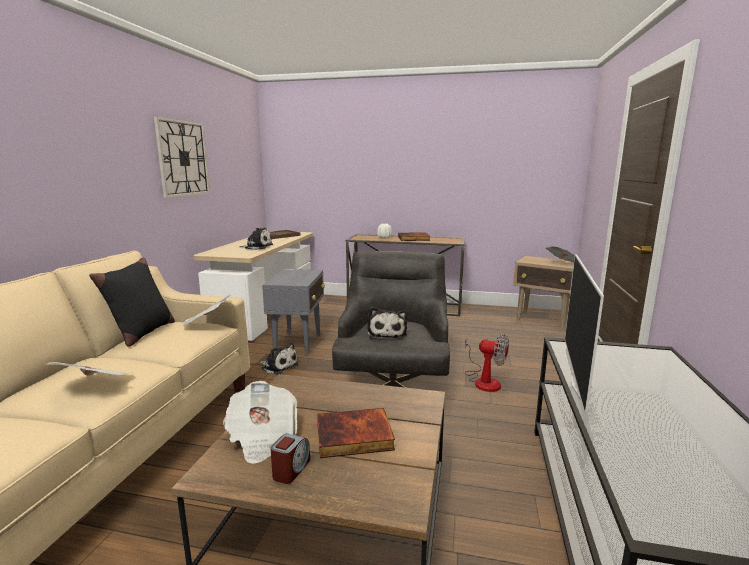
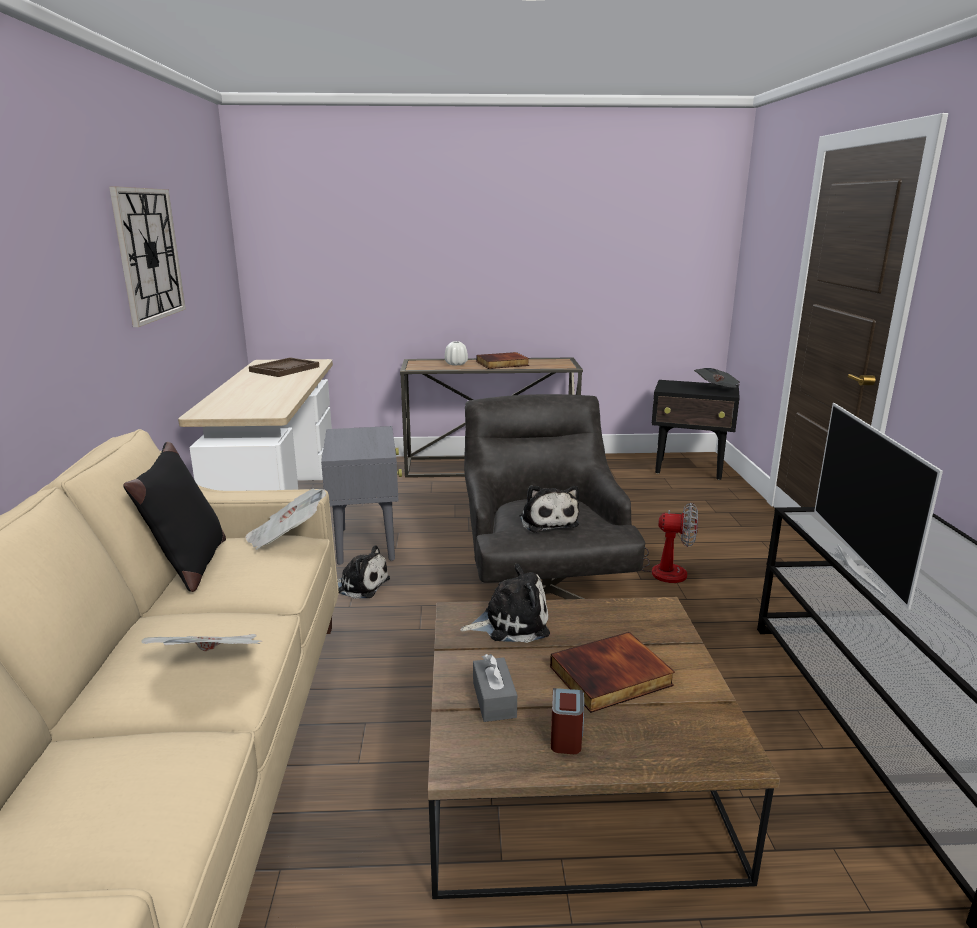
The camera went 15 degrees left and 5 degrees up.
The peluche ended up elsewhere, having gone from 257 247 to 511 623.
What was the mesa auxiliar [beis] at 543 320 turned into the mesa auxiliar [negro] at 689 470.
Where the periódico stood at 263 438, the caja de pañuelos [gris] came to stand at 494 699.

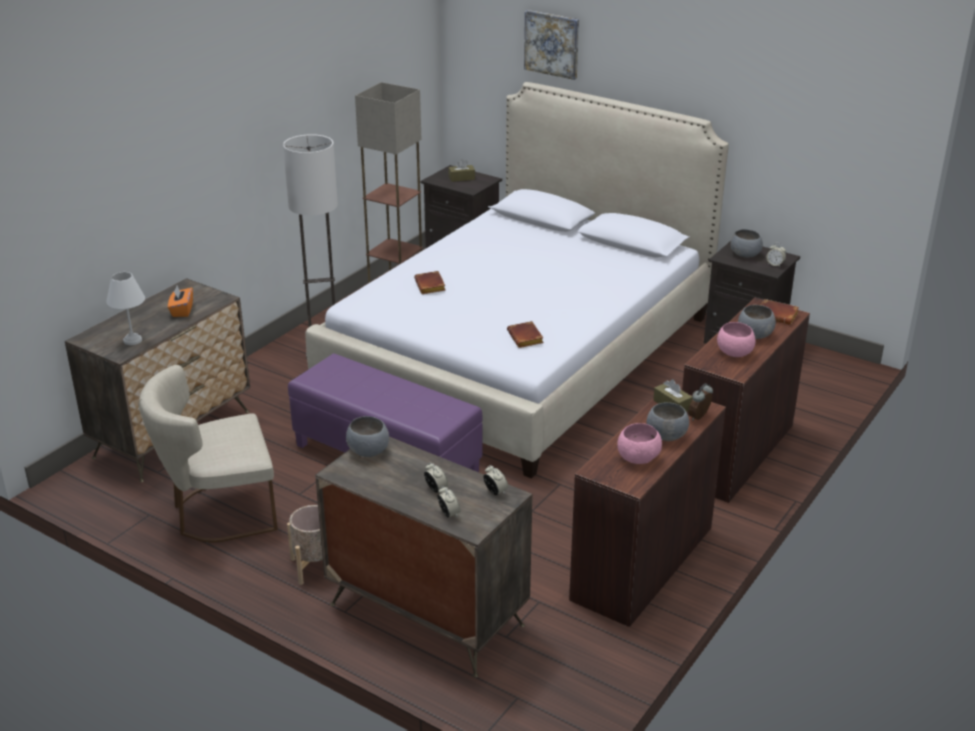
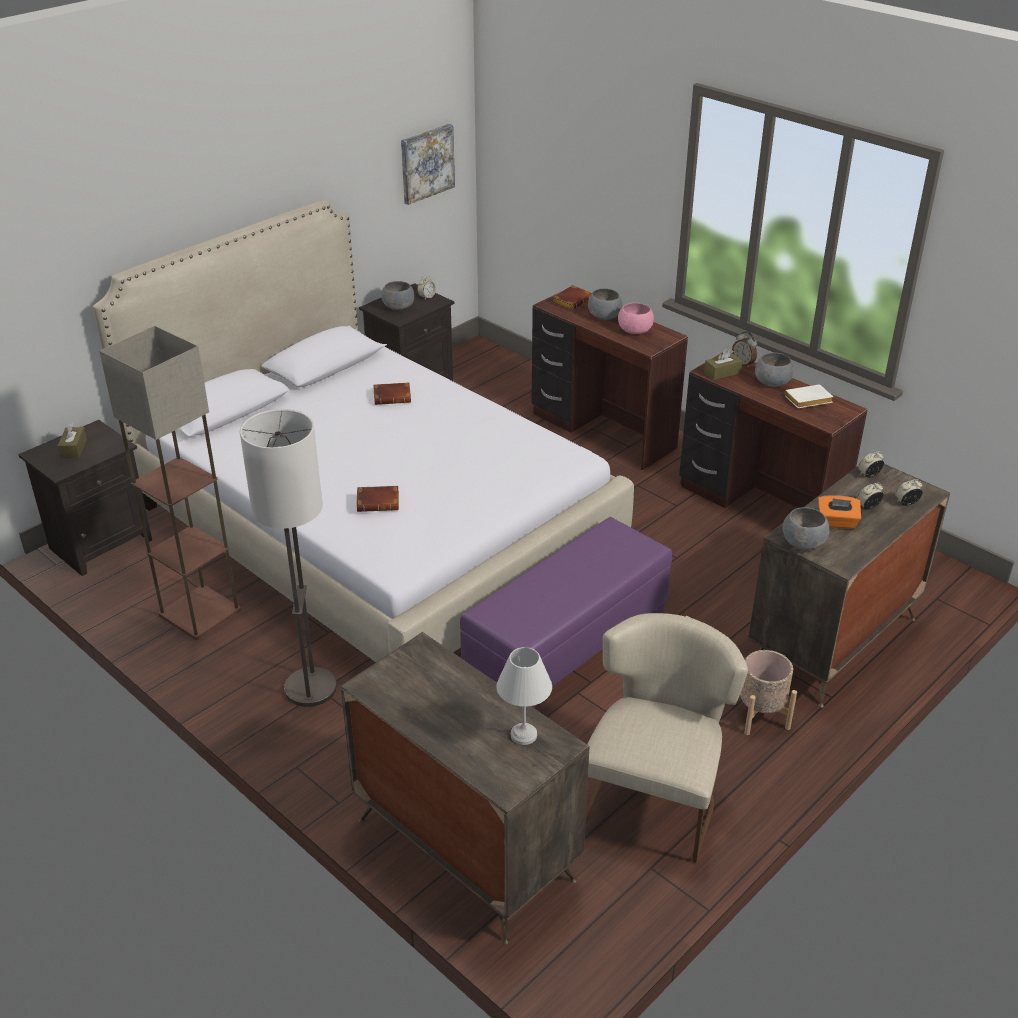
The camera went 80 degrees left and 5 degrees up.
The cuadro ended up elsewhere, having gone from 552 44 to 426 163.
The caja de pañuelos [naranja] ended up elsewhere, having gone from 182 311 to 836 522.
The libro [marrón] ended up elsewhere, having gone from 526 338 to 393 397.
The silla [beis] at 218 513 ended up facing another way, 150 degrees counterclockwise from before.
Where the cuenco [rosa] stood at 637 458, the libro [blanco] came to stand at 807 401.

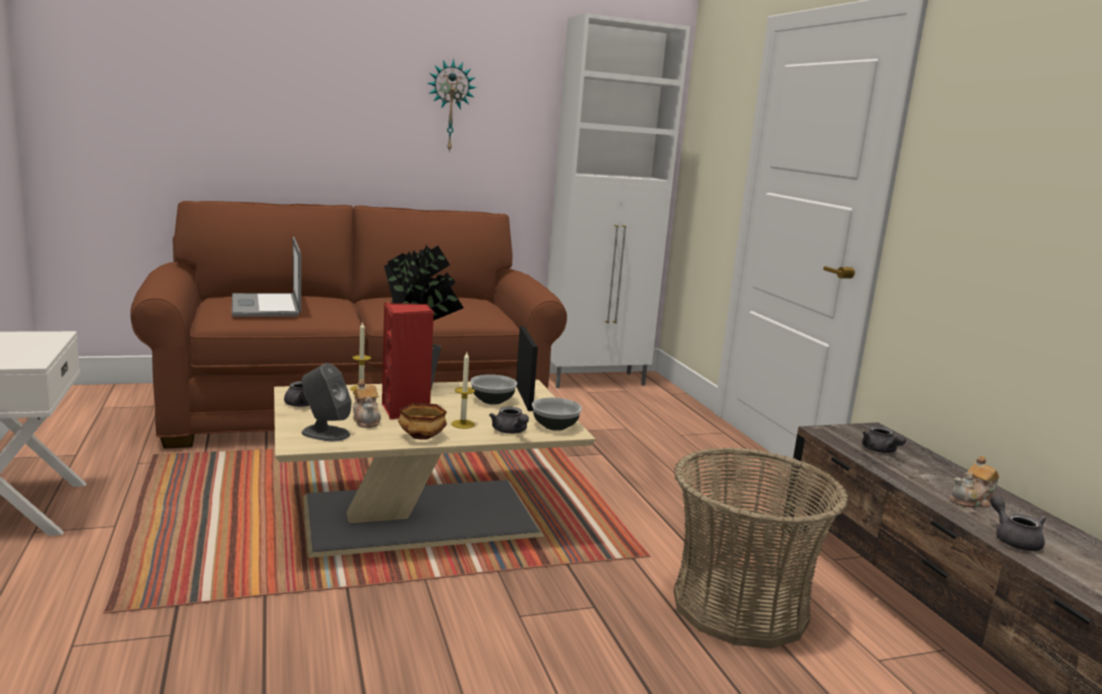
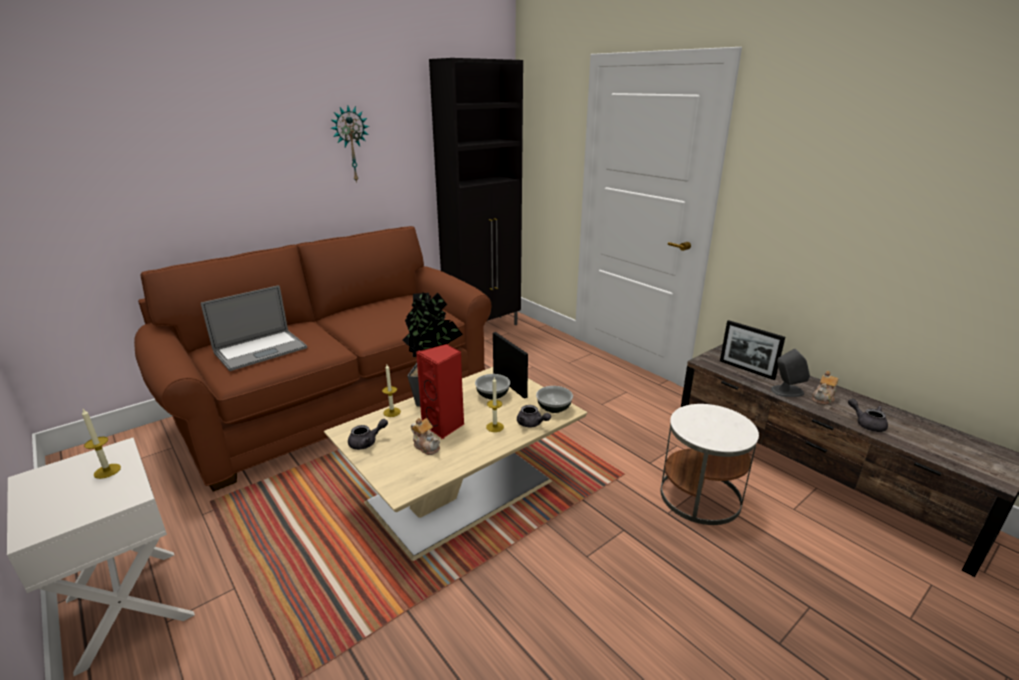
The camera went 20 degrees left and 10 degrees up.
What was the armario [blanco] at 596 380 turned into the armario [negro] at 484 328.
The portátil at 265 306 ended up facing another way, 90 degrees counterclockwise from before.
The altavoz [gris] ended up elsewhere, having gone from 325 433 to 786 391.
The second view lost the cuenco at 422 437.
Where the tetera [gris] stood at 880 451, the portarretratos came to stand at 746 370.
Where the cesta stood at 740 607, the mesa auxiliar [blanco] came to stand at 700 496.
The second view gained the vela at 107 471.

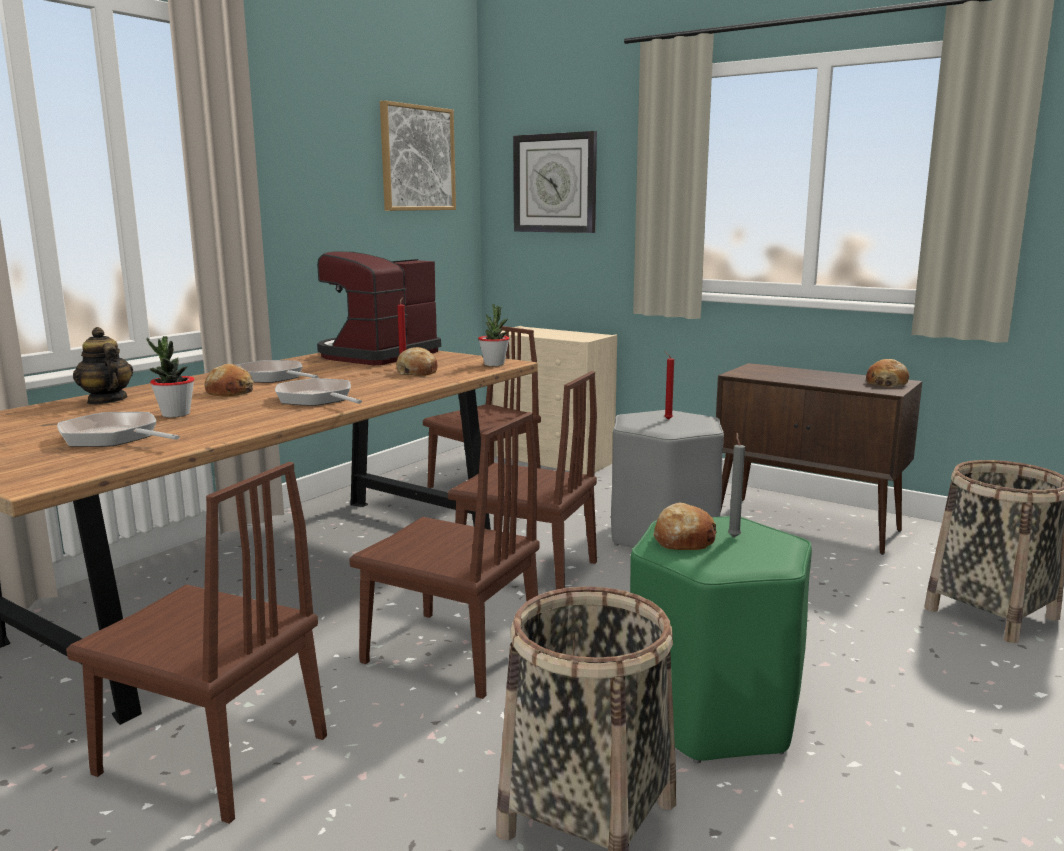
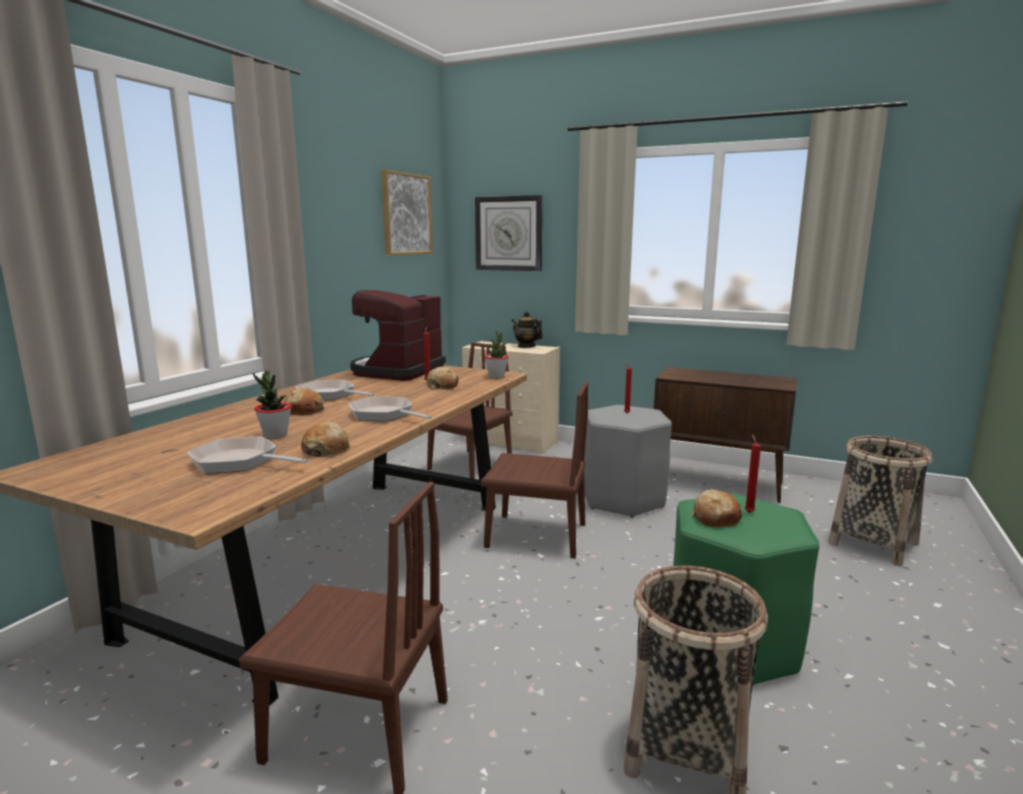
The camera went 10 degrees left and 0 degrees up.
The tetera ended up elsewhere, having gone from 106 400 to 526 346.
The pan ended up elsewhere, having gone from 886 383 to 326 450.
The second view lost the silla [marrón] at 451 652.
What was the vela [gris] at 733 536 turned into the vela [rojo] at 748 512.

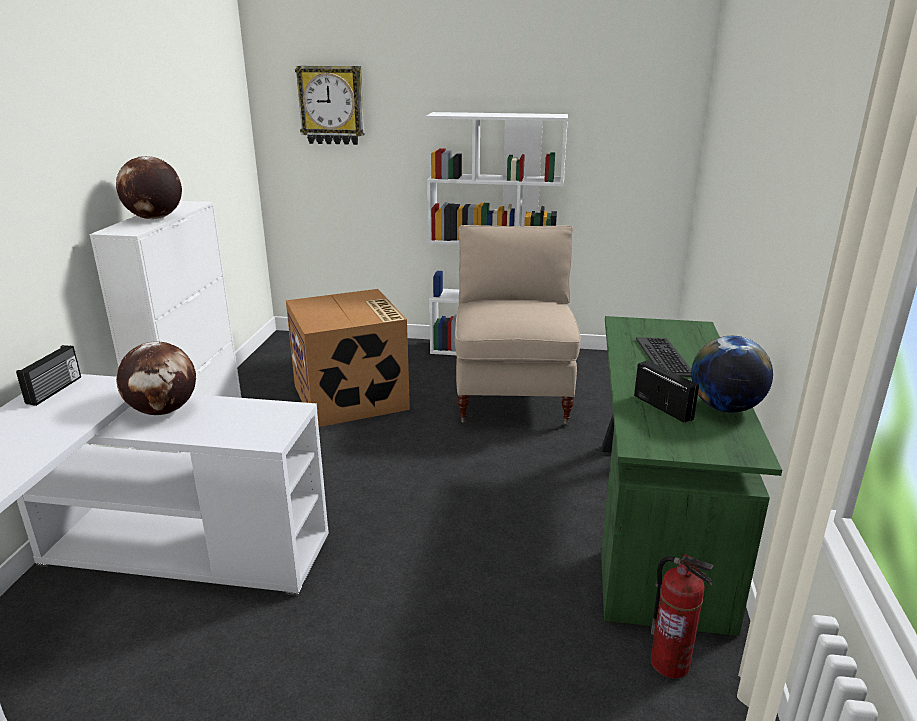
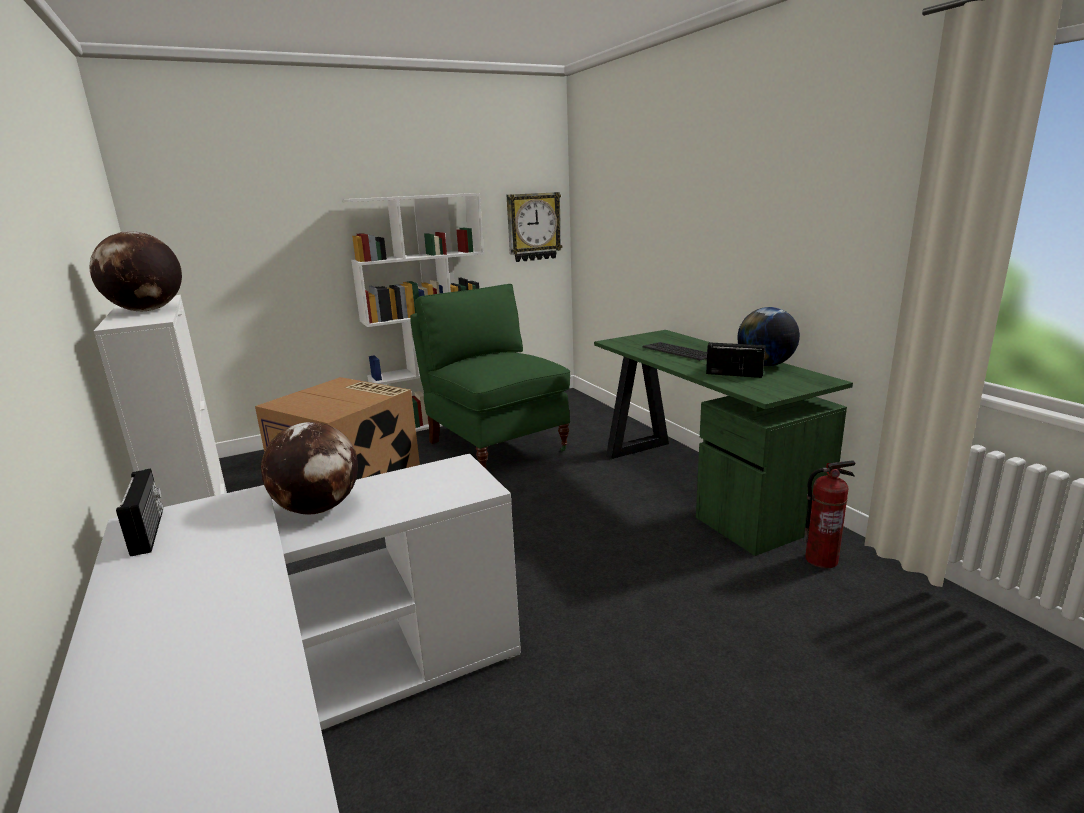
The camera went 35 degrees left and 5 degrees down.
The reloj de pared ended up elsewhere, having gone from 332 105 to 533 227.
What was the silla [beis] at 512 395 turned into the silla [verde] at 496 446.

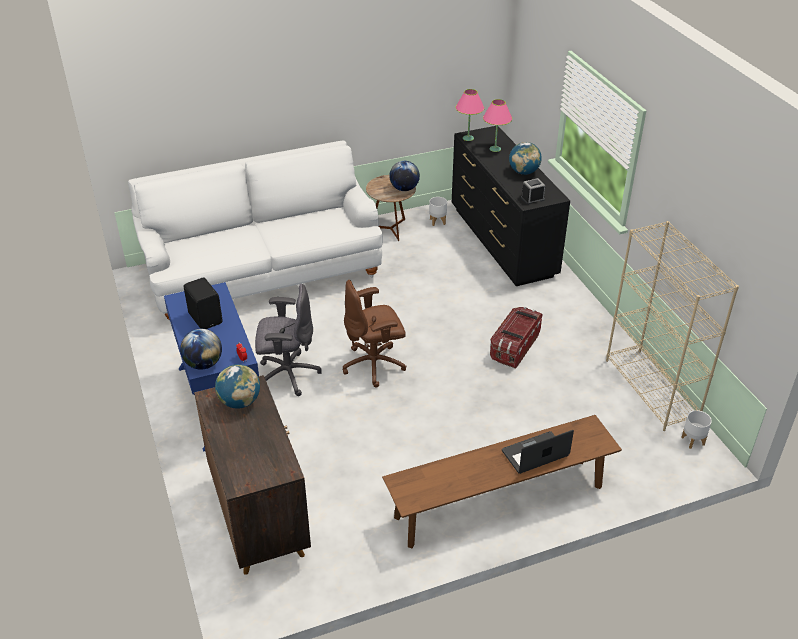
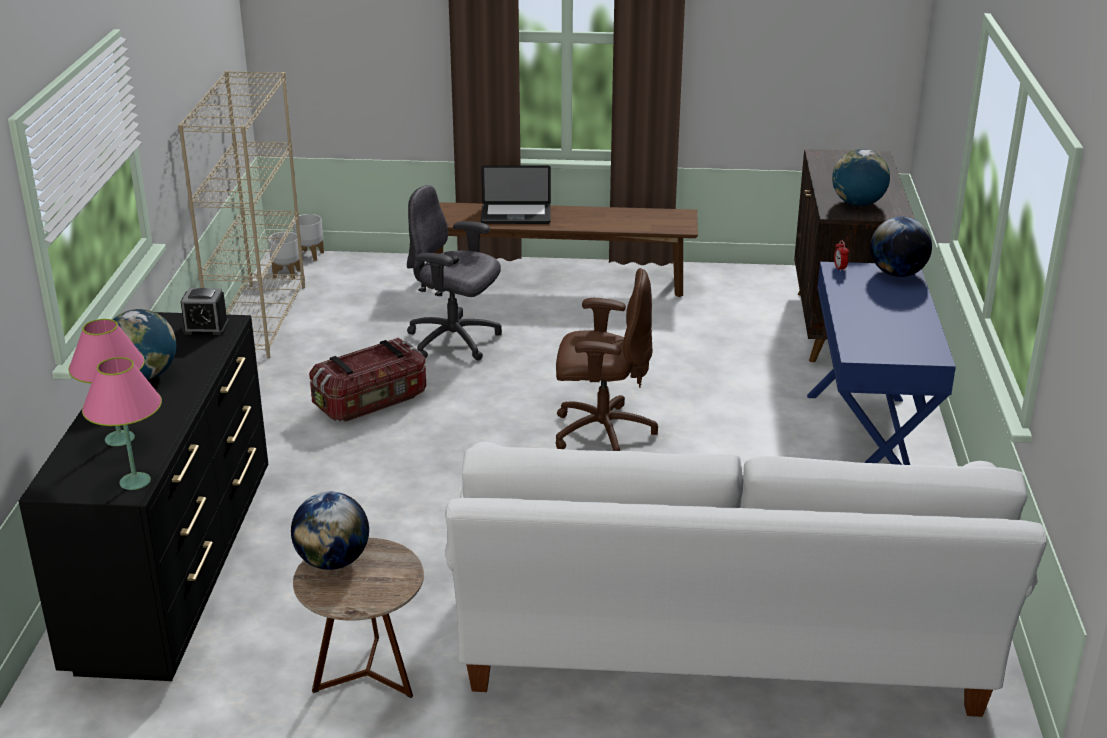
The camera went 155 degrees left and 10 degrees down.
The maceta [blanco] ended up elsewhere, having gone from 437 221 to 310 255.
The second view lost the altavoz [negro] at 206 318.
The silla de oficina [gris] ended up elsewhere, having gone from 287 374 to 454 341.

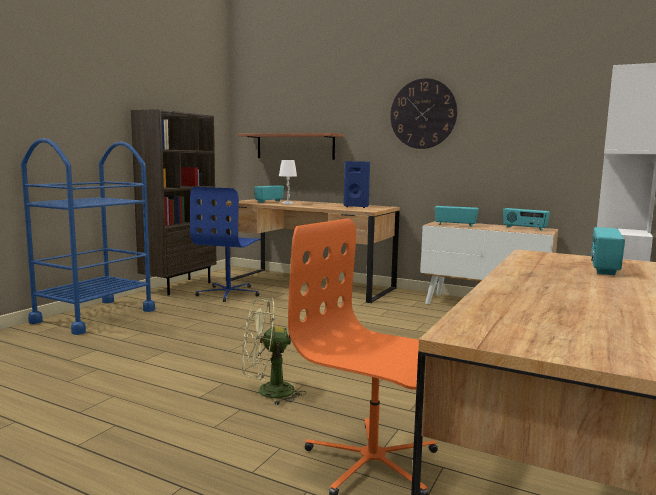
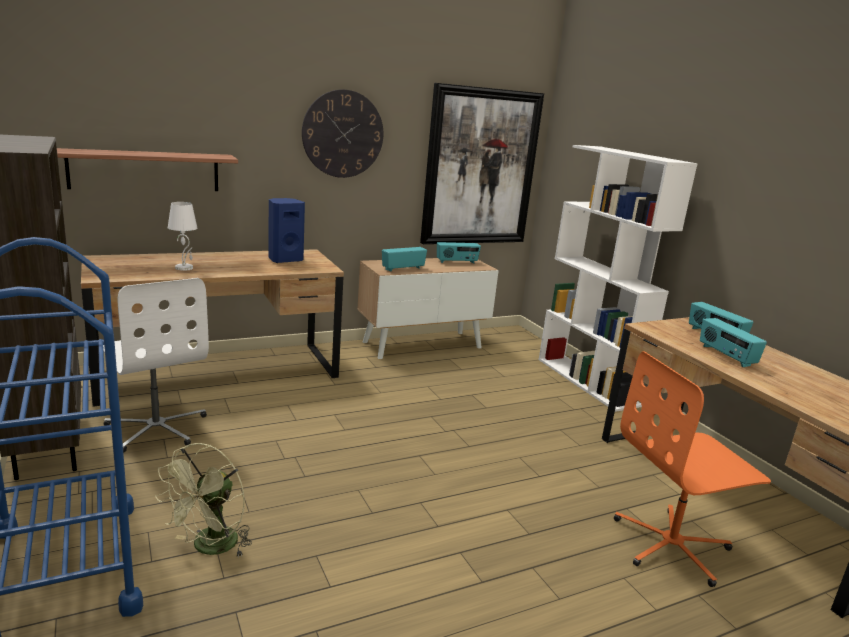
The camera went 55 degrees left and 10 degrees up.
The radio ended up elsewhere, having gone from 269 201 to 726 356.
What was the silla de oficina [azul] at 229 293 turned into the silla de oficina [blanco] at 157 427.
The ventilador [verde] ended up elsewhere, having gone from 267 392 to 210 548.
The second view gained the cuadro at 480 167.

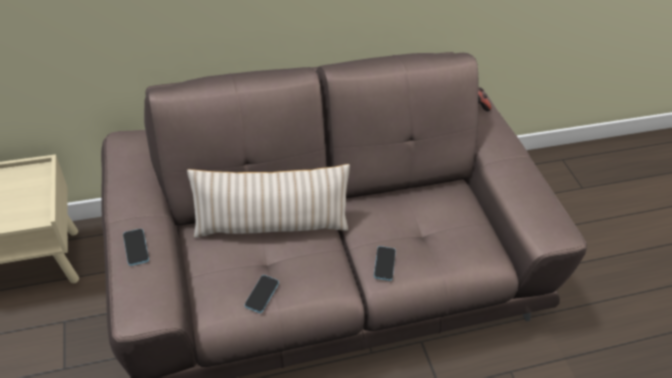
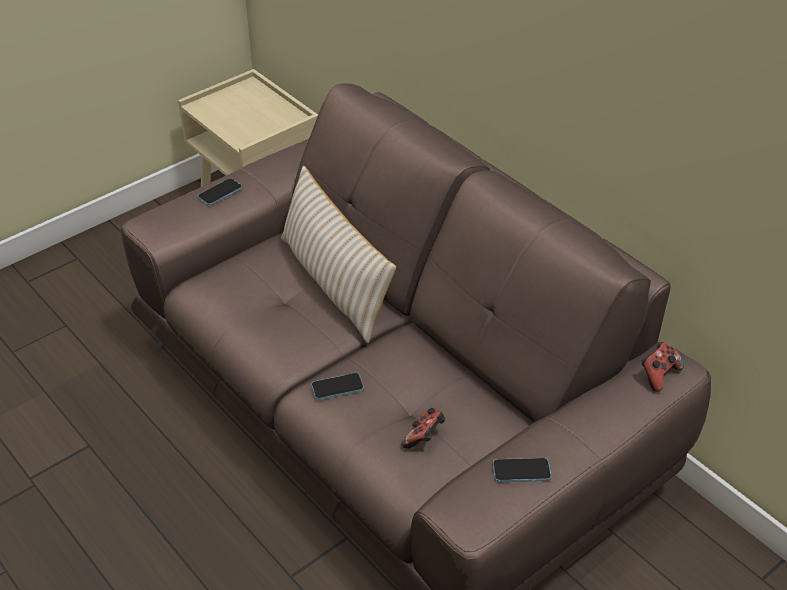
The camera went 70 degrees right and 5 degrees down.
The móvil ended up elsewhere, having gone from 262 294 to 521 471.
The second view gained the mando de consola at 424 438.

